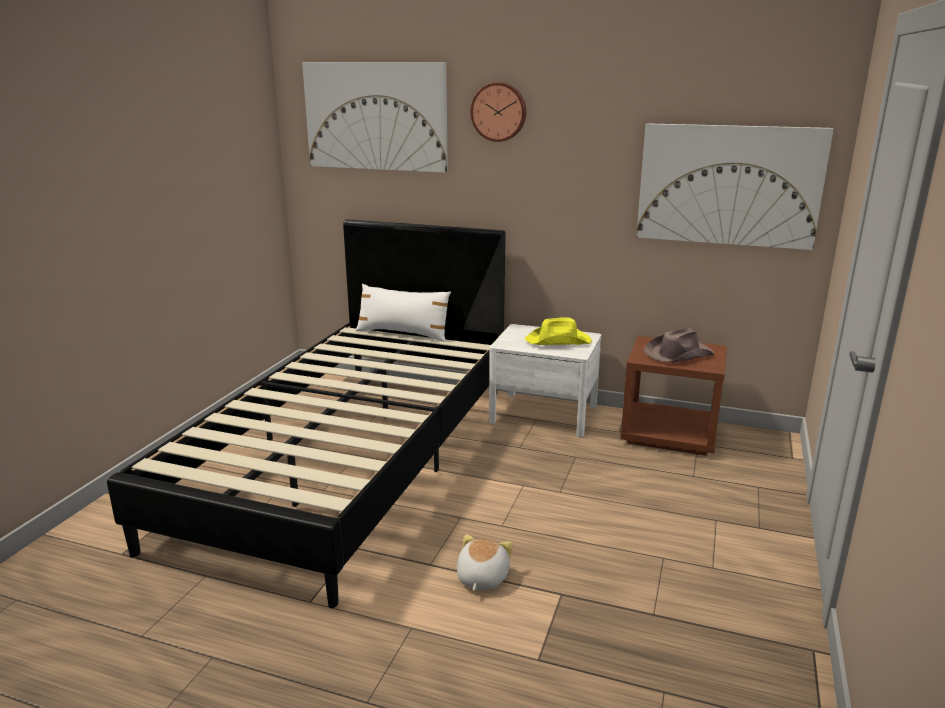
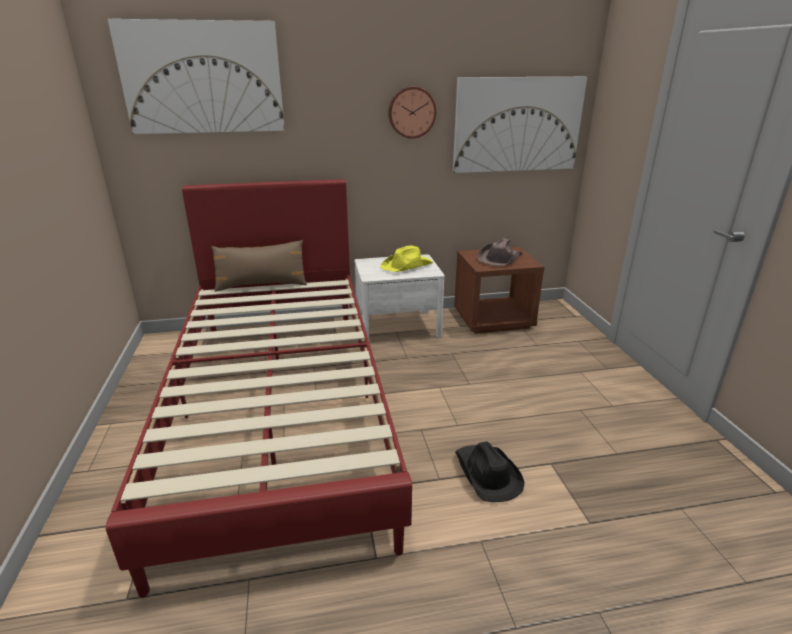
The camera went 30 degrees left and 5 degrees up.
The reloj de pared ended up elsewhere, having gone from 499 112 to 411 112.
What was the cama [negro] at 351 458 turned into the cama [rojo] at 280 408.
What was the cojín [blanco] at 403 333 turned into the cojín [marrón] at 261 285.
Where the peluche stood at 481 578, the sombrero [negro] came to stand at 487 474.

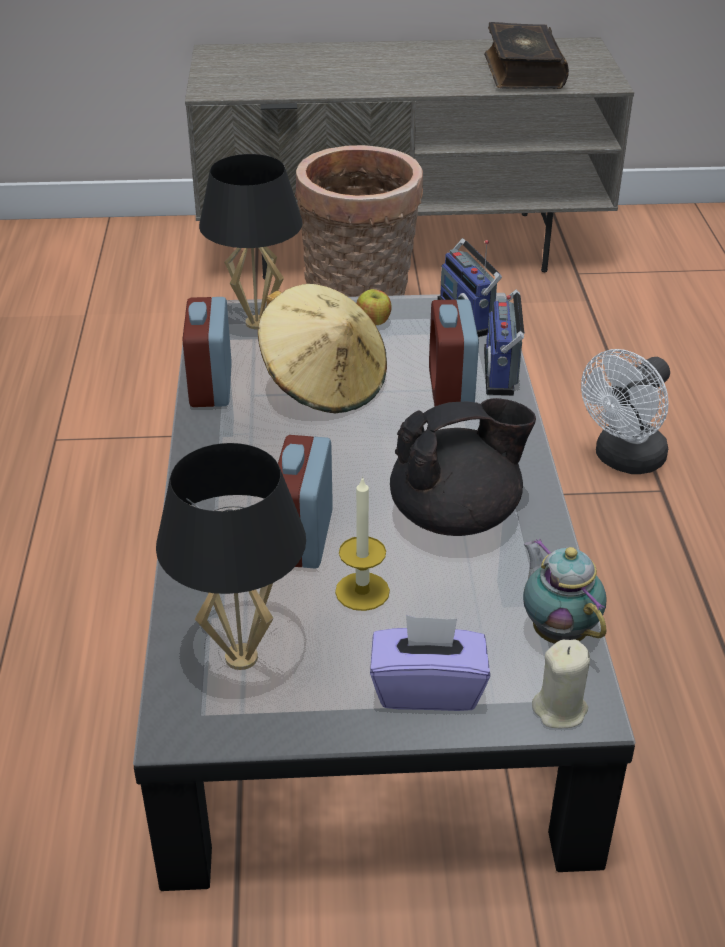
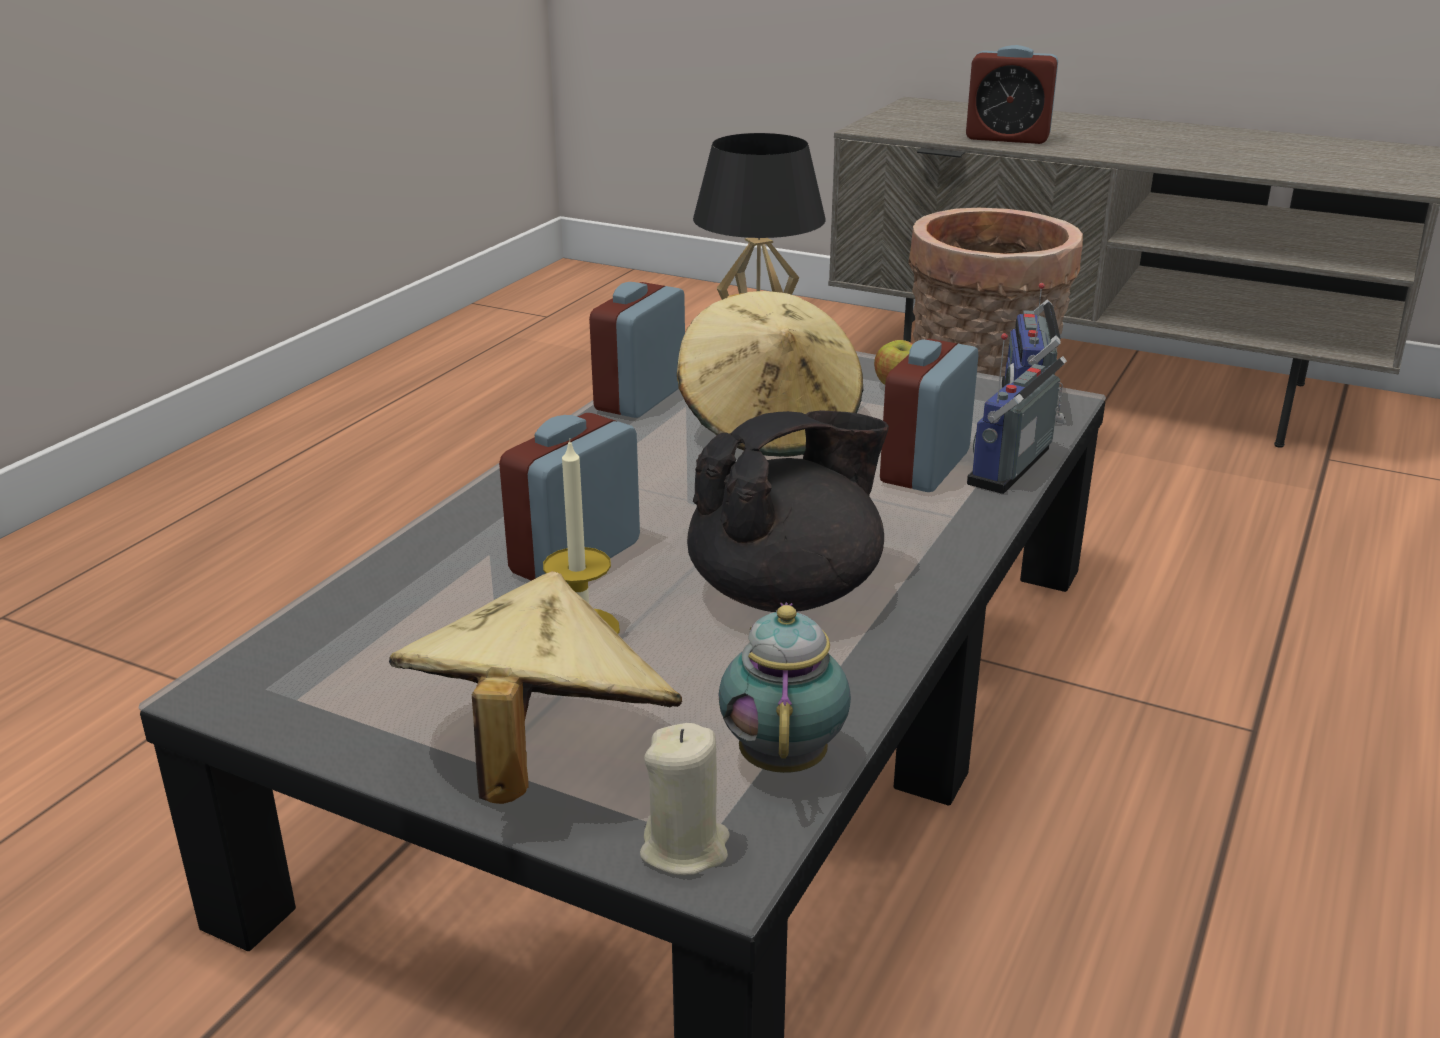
The camera went 30 degrees right and 10 degrees down.
The second view lost the libro at 522 71.
The second view lost the ventilador [blanco] at 624 460.
The tetera [negro] at 457 516 ended up facing another way, 45 degrees counterclockwise from before.
The second view lost the lámpara de mesa [negro] at 241 657.
Where the caja de pañuelos [morado] stood at 427 688, the sombrero [beis] came to stand at 540 756.
The second view gained the despertador at 1007 138.

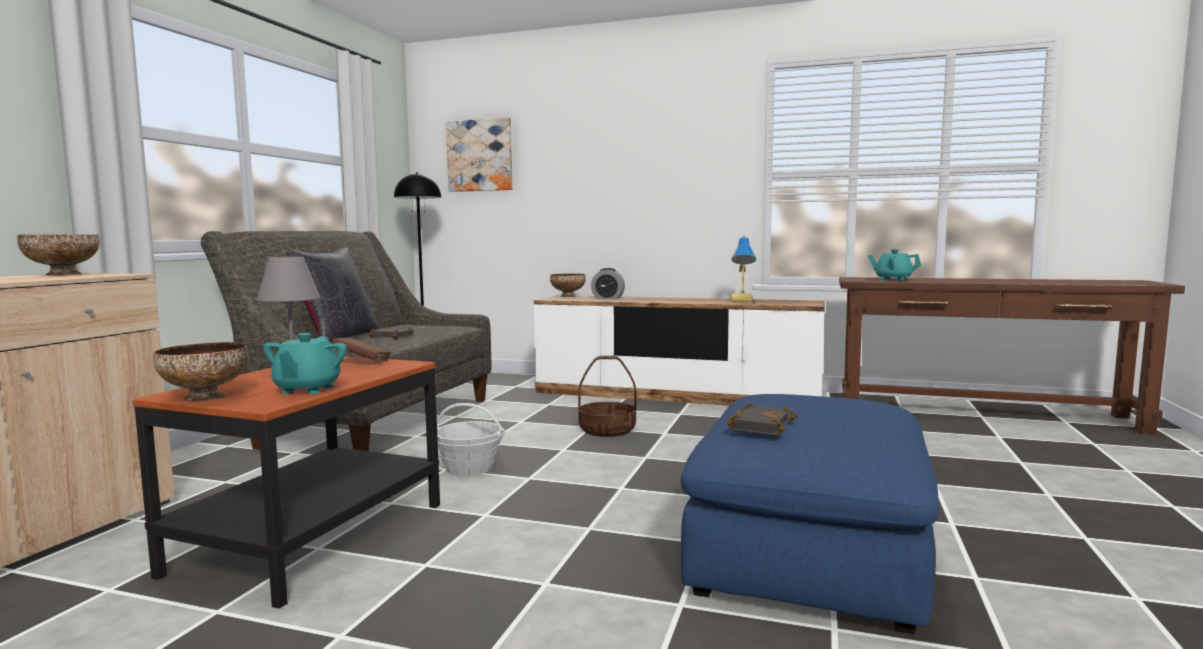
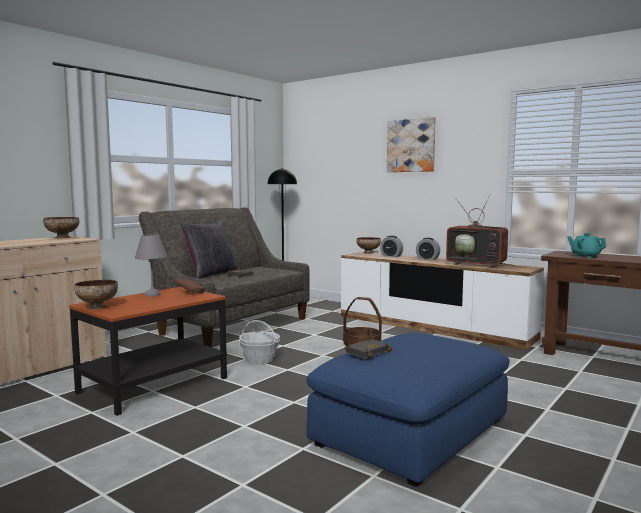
The camera went 20 degrees right and 0 degrees up.
The cuadro ended up elsewhere, having gone from 480 155 to 411 145.
Where the lámpara de mesa stood at 742 301, the televisor came to stand at 478 264.
The second view lost the tetera [turquesa] at 307 389.
The second view gained the despertador at 427 259.

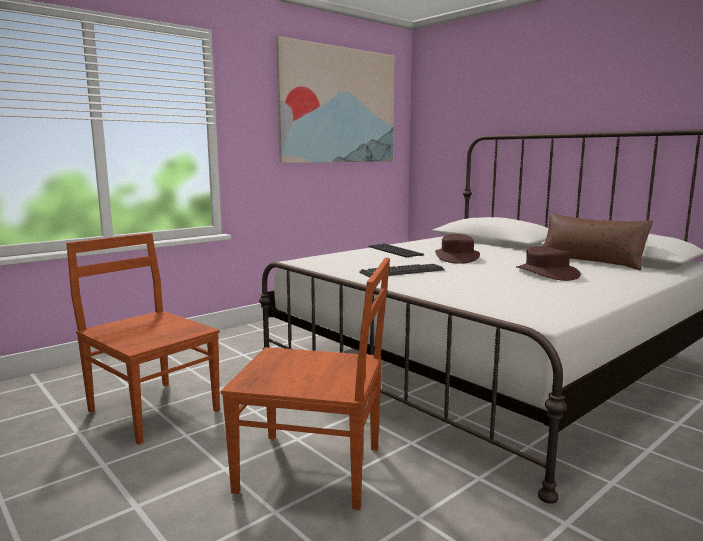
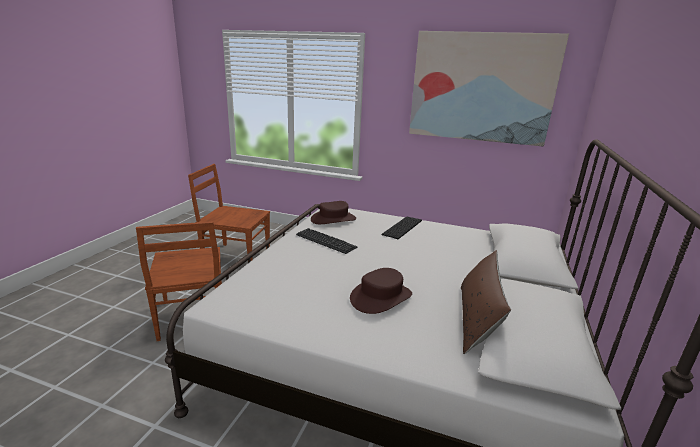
The camera went 60 degrees right and 10 degrees up.
The silla [marrón] at 152 409 ended up facing another way, 90 degrees counterclockwise from before.
The sombrero [marrón] ended up elsewhere, having gone from 457 257 to 333 219.

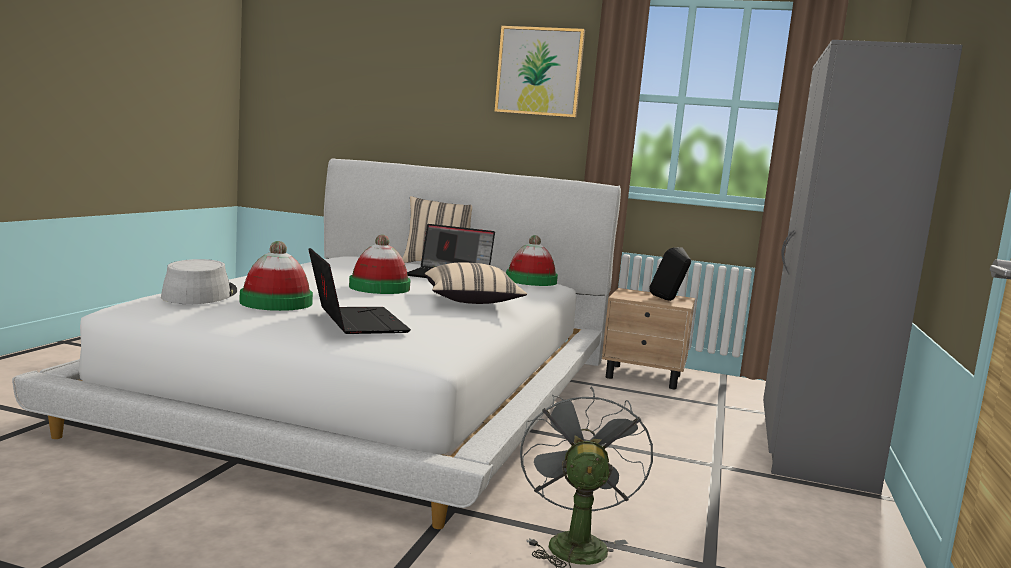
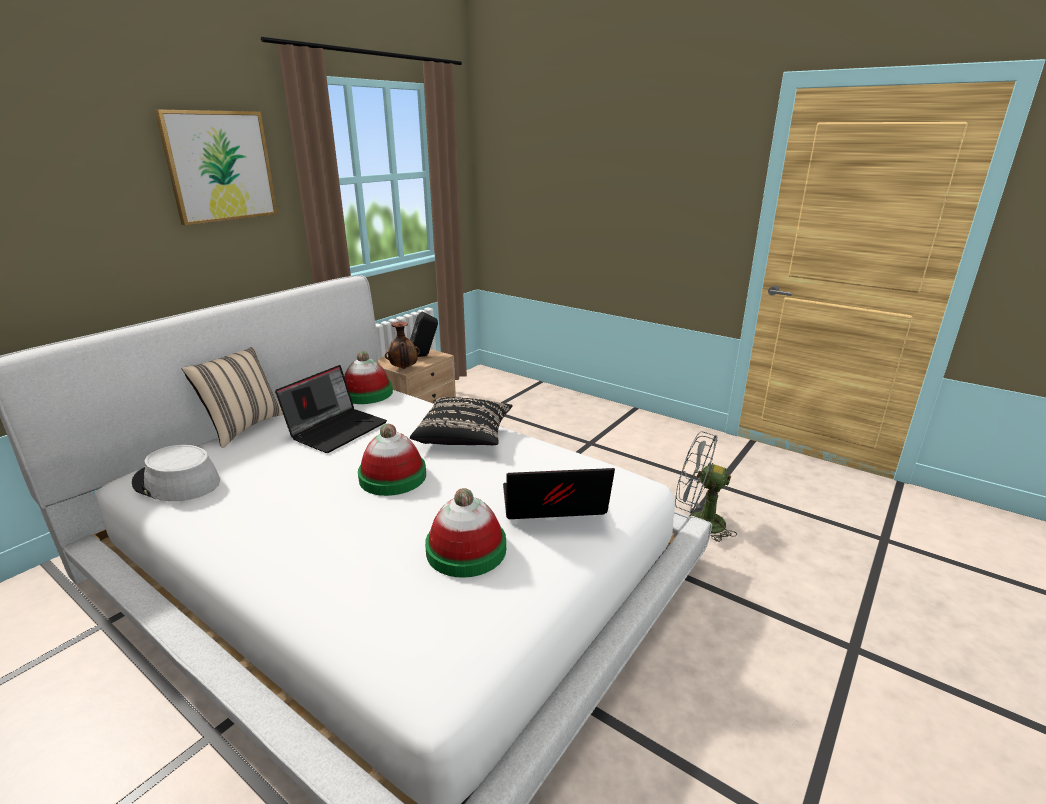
The camera went 70 degrees left and 15 degrees up.
The second view lost the armario ropero [gris] at 812 450.
The sombrero [gris] ended up elsewhere, having gone from 199 294 to 176 482.
What was the cojín [beis] at 471 302 turned into the cojín [negro] at 464 437.
The second view gained the florero at 404 368.

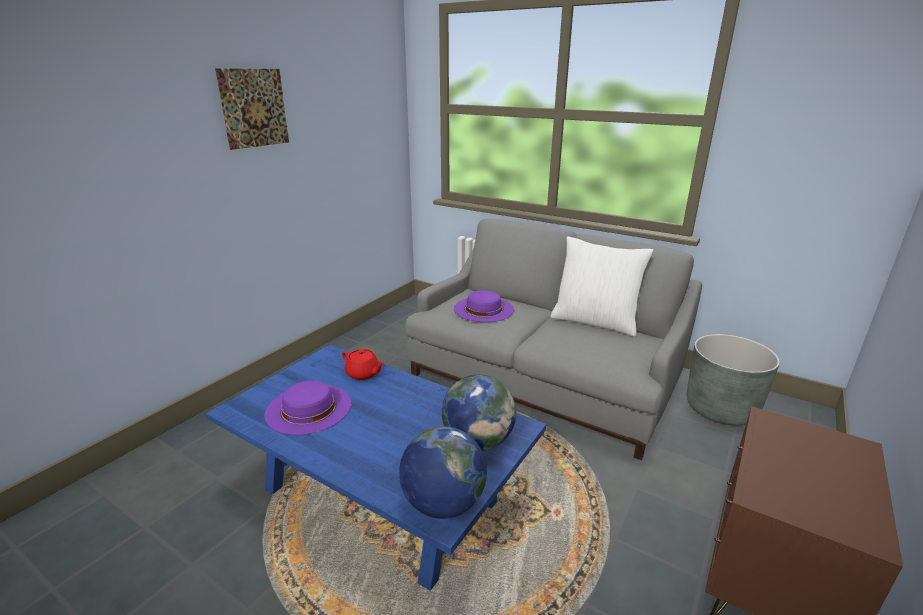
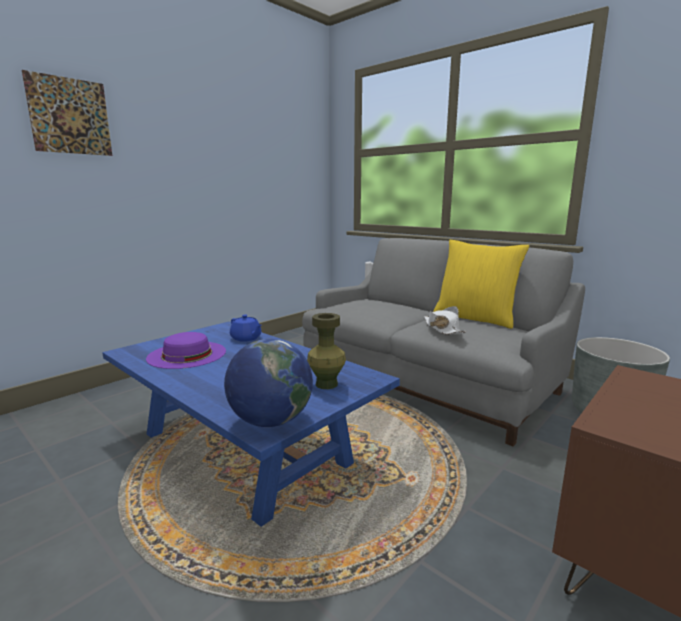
The camera went 10 degrees right and 10 degrees down.
The cuadro ended up elsewhere, having gone from 254 108 to 70 116.
What was the cojín [blanco] at 595 321 turned into the cojín [amarillo] at 475 318.
The second view lost the sombrero [morado] at 483 309.
What was the tetera [rojo] at 363 374 turned into the tetera [azul] at 246 338.
Where the globo terráqueo stood at 478 441, the florero [verde] came to stand at 326 384.
The second view gained the sombrero [blanco] at 443 329.

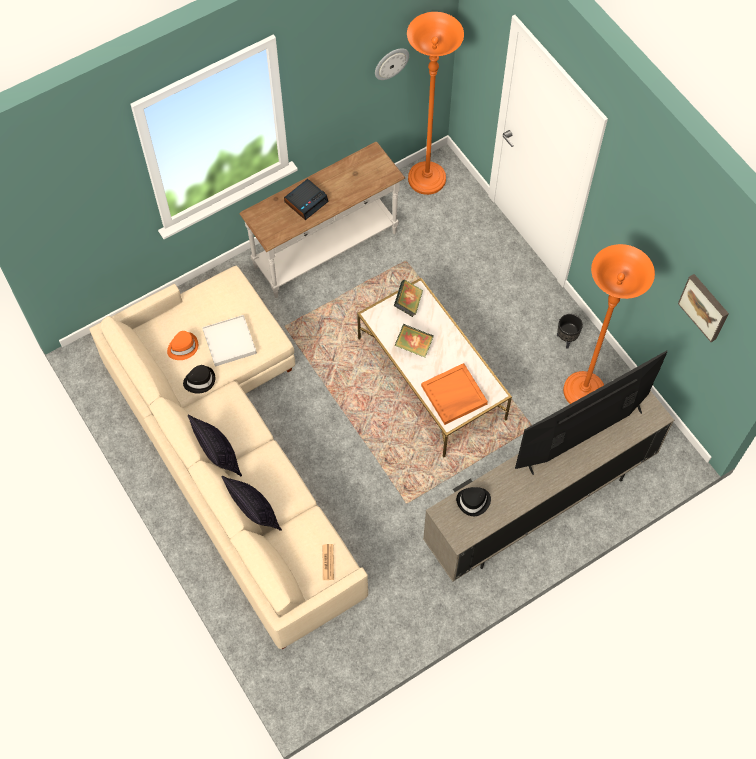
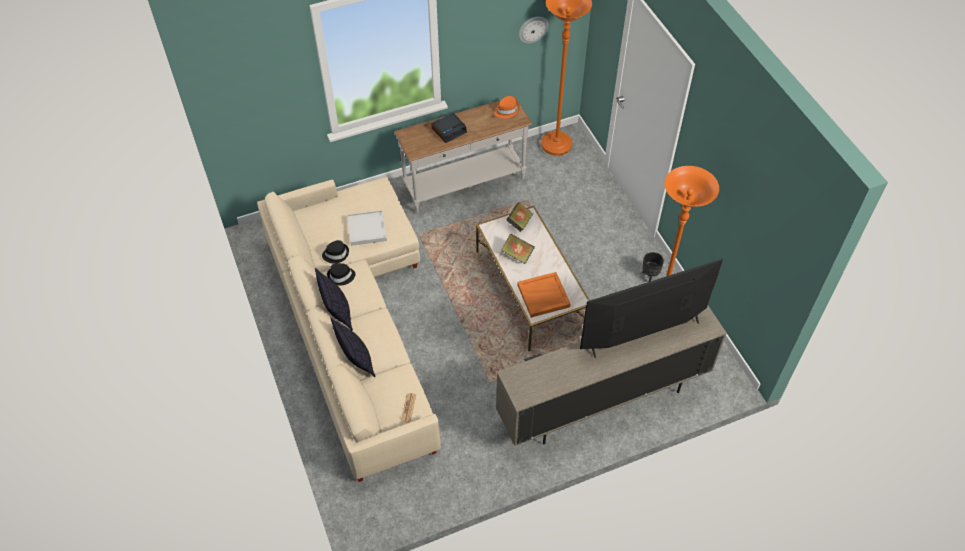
The camera went 10 degrees right and 10 degrees down.
The second view lost the cuadro at 705 306.
The sombrero [naranja] ended up elsewhere, having gone from 182 347 to 506 110.
The sombrero [negro] ended up elsewhere, having gone from 473 502 to 341 276.

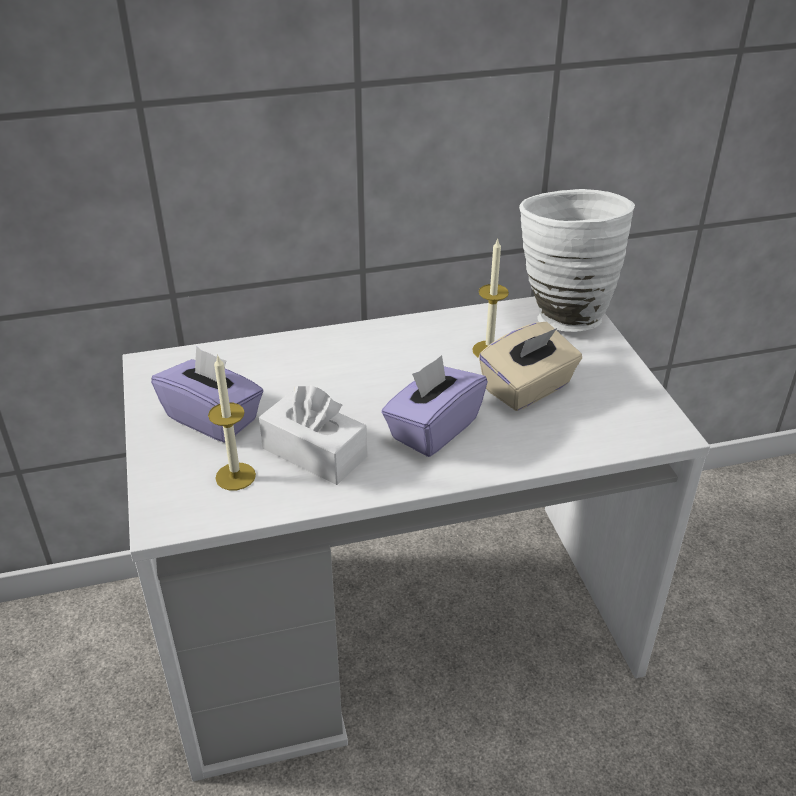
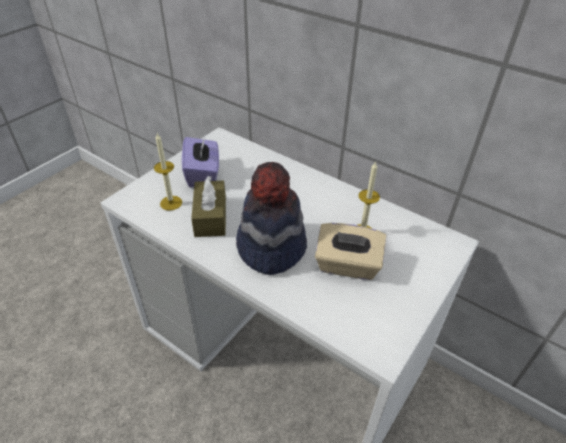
The camera went 50 degrees right and 5 degrees up.
The second view lost the florero [blanco] at 561 314.
Where the caja de pañuelos [morado] stood at 433 429, the sombrero came to stand at 270 247.
What was the caja de pañuelos [blanco] at 314 452 turned into the caja de pañuelos [marrón] at 210 217.

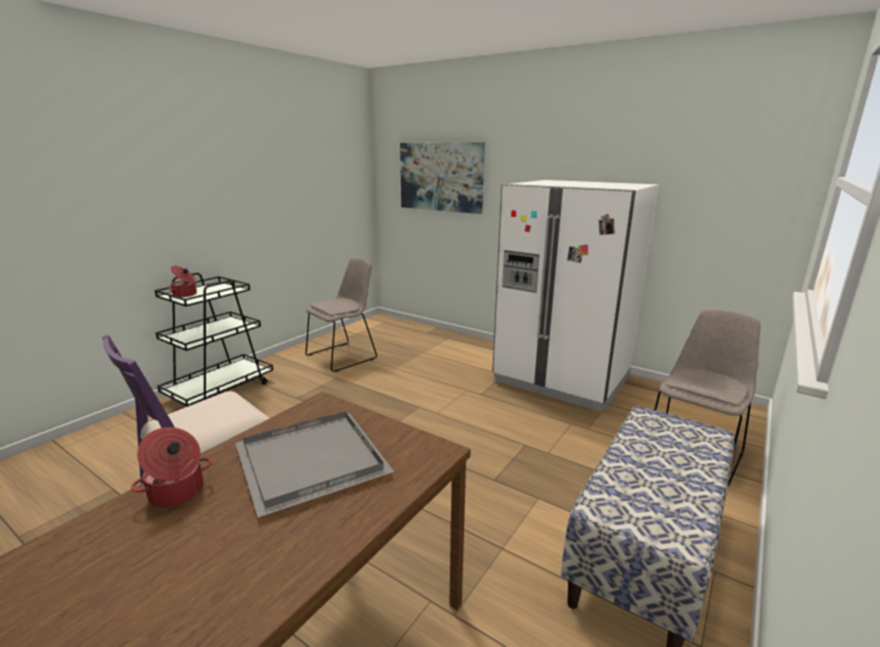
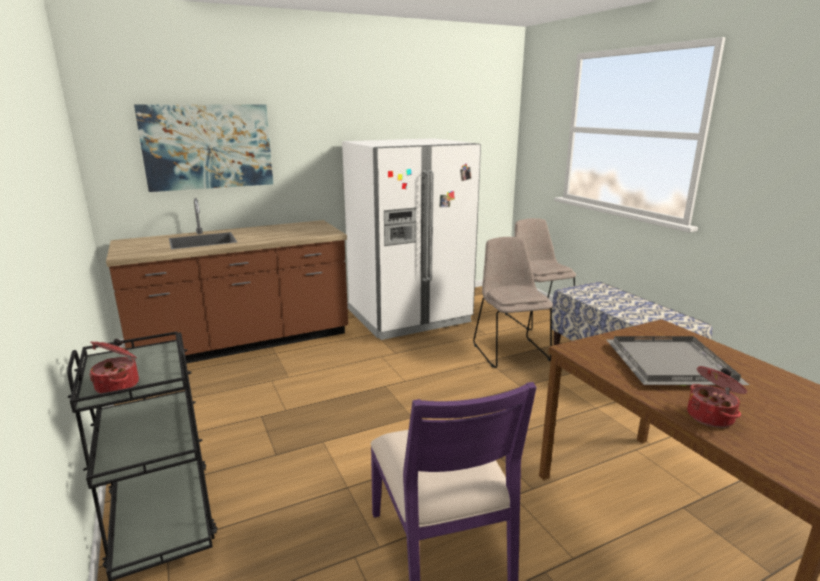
The camera went 60 degrees left and 0 degrees up.
The silla [beis] ended up elsewhere, having gone from 343 356 to 510 351.
The second view gained the mueble bajo de cocina [marrón] at 243 343.

